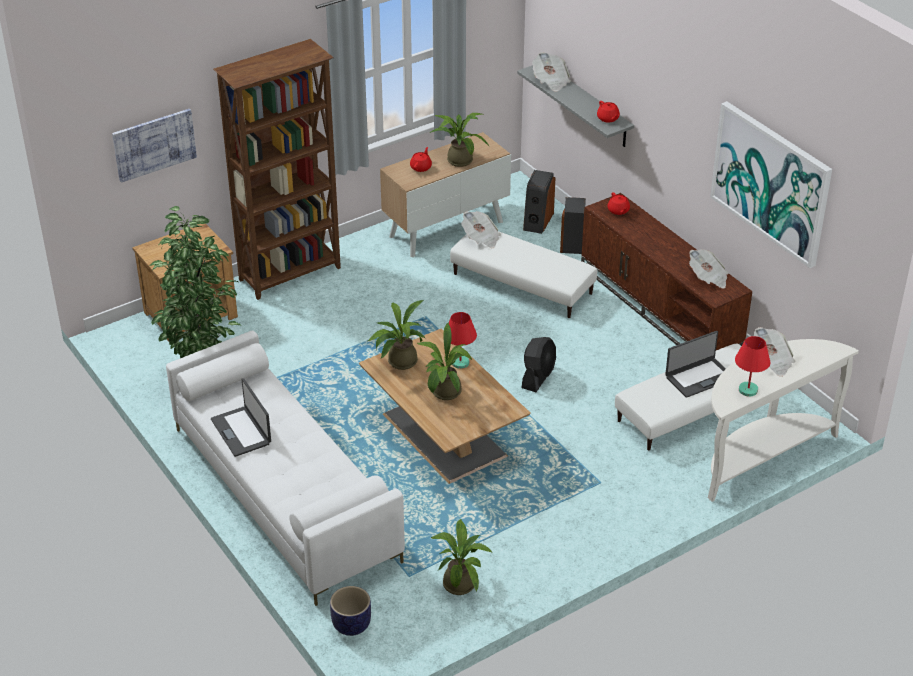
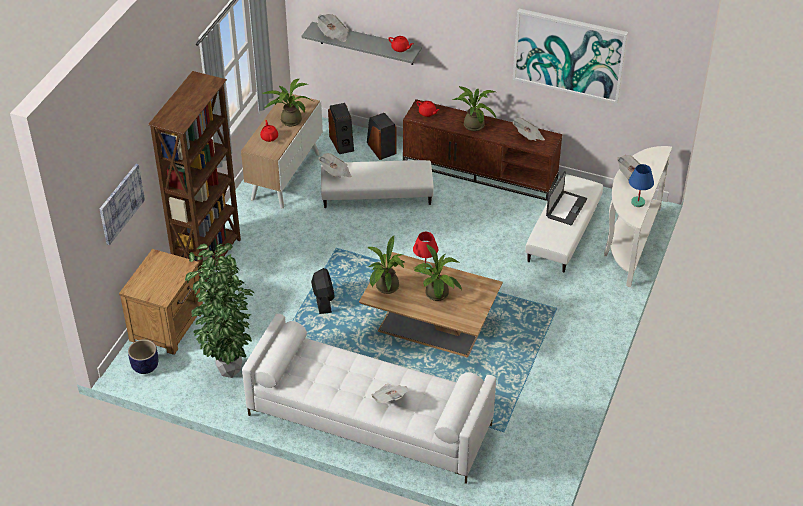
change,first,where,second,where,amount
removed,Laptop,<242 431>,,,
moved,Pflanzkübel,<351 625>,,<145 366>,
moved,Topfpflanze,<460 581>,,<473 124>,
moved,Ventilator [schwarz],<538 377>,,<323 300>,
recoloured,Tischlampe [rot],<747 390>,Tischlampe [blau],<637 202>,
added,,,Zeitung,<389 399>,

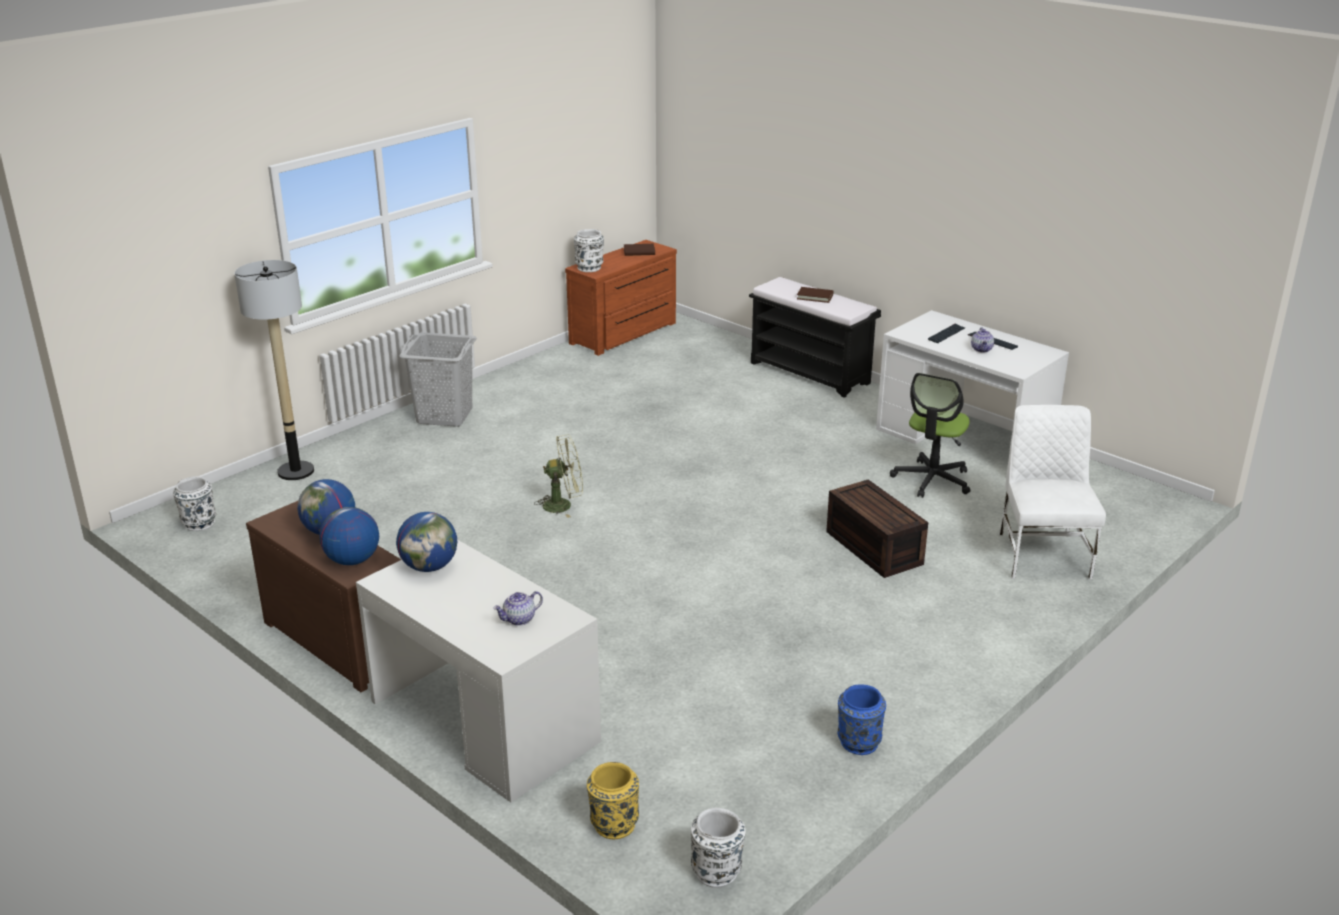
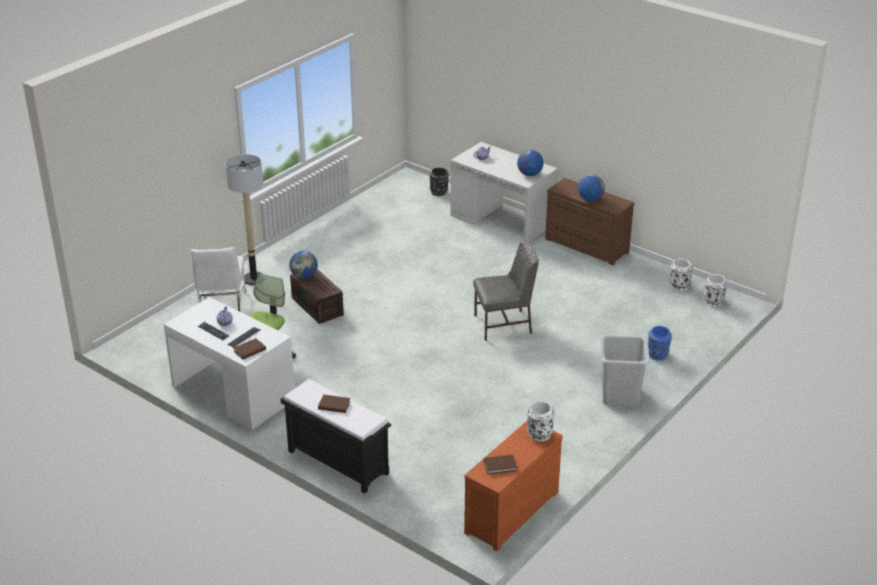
change,first,where,second,where,amount
moved,Stehlampe,<296 471>,,<253 279>,
moved,Globus,<352 560>,,<304 276>,
replaced,Ventilator [grün],<563 505>,Stuhl [grau],<504 325>,
recoloured,Vase [gelb],<613 825>,Vase [schwarz],<439 192>,
moved,Vase [weiß],<717 872>,,<679 285>,
moved,Vase [blau],<858 743>,,<657 355>,
added,,,Buch [braun],<249 350>,

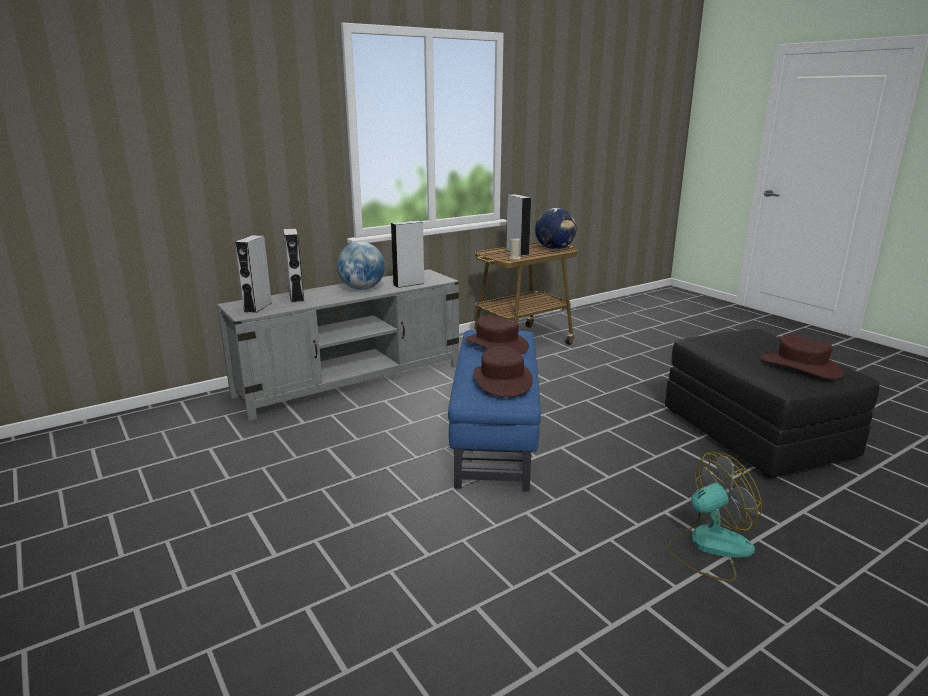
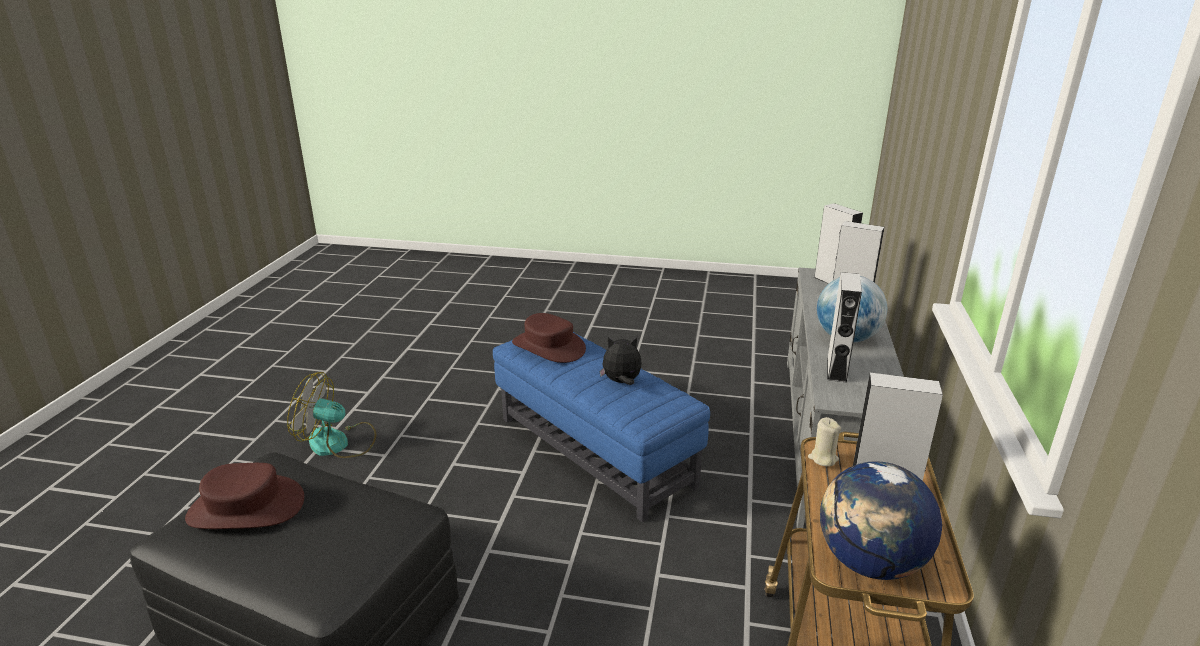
change,first,where,second,where,amount
replaced,Hut [braun],<496 344>,Plüschtier,<621 382>,
turned,Ventilator,<709 547>,,<338 443>,75 degrees clockwise

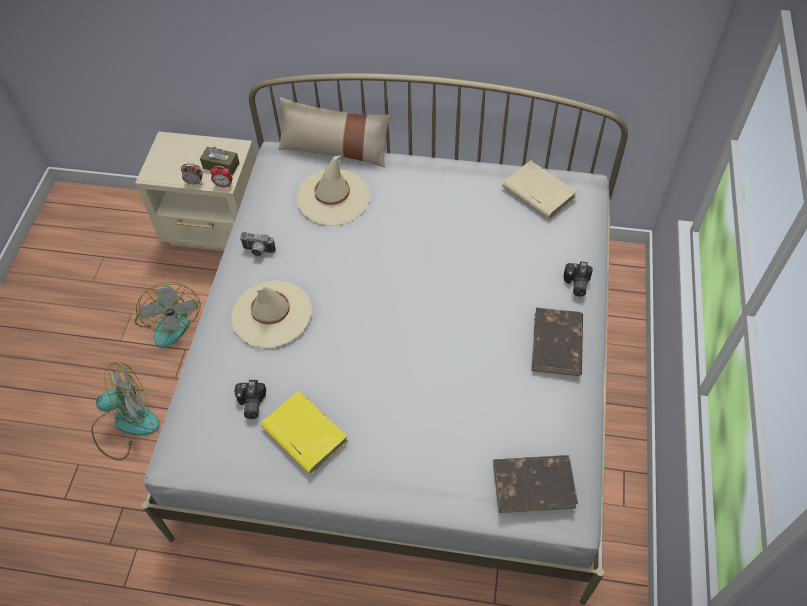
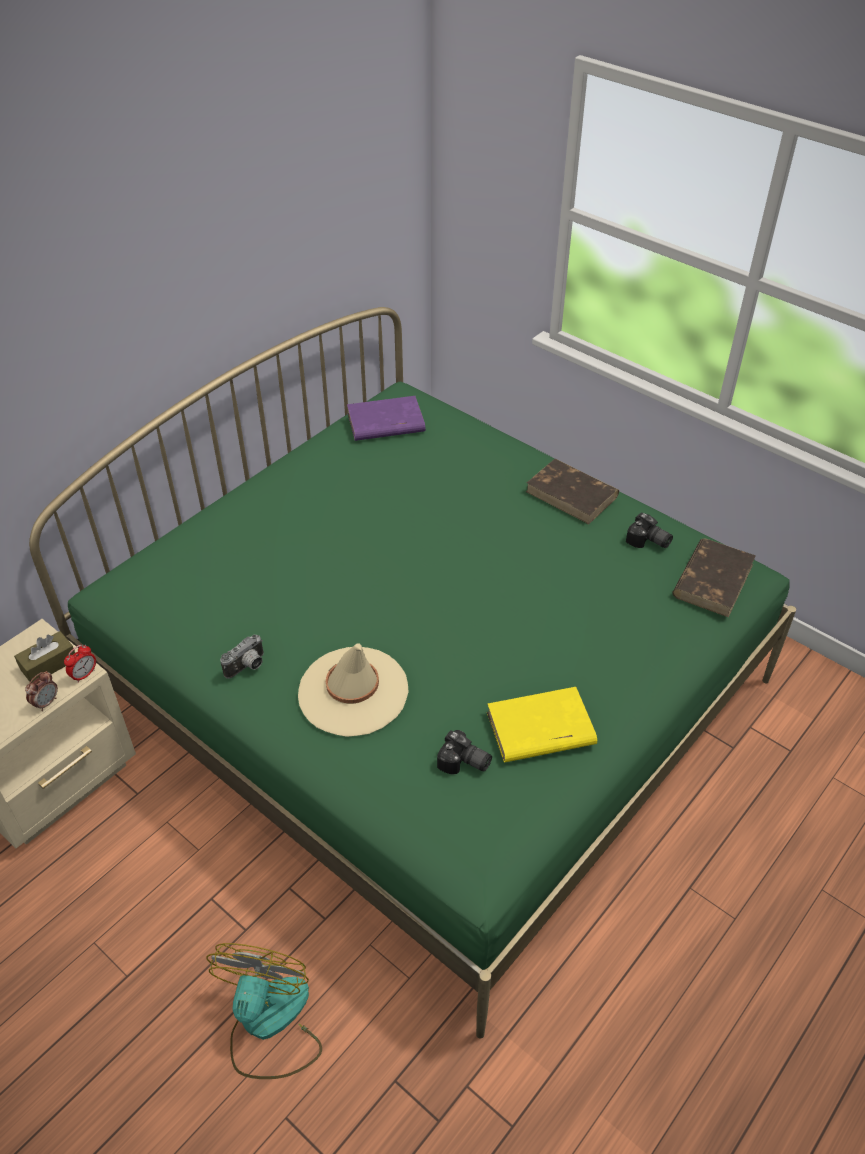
change,first,where,second,where,amount
removed,Ventilator,<170 321>,,,
recoloured,Bett [weiß],<406 376>,Bett [grün],<432 692>,
removed,Kissen [beige],<335 149>,,,
removed,Hut [beige],<333 197>,,,
recoloured,Buch [beige],<538 192>,Buch [lila],<385 423>,
moved,Kamera,<576 284>,,<648 542>,

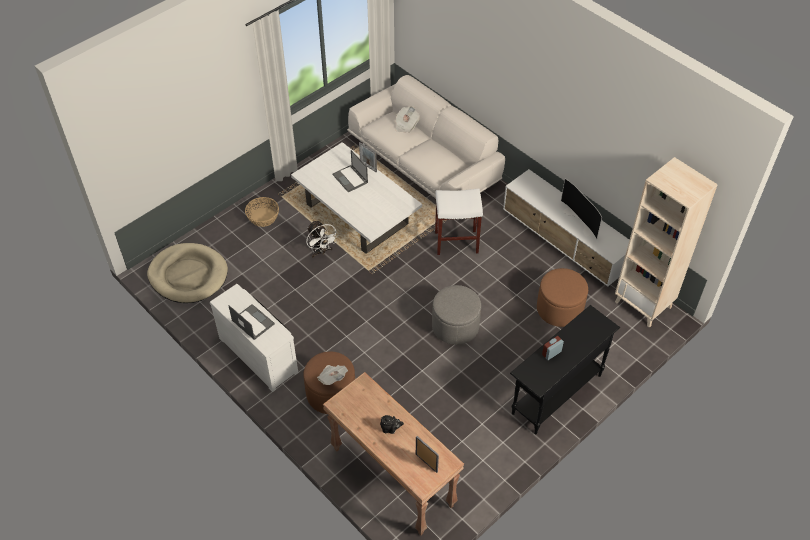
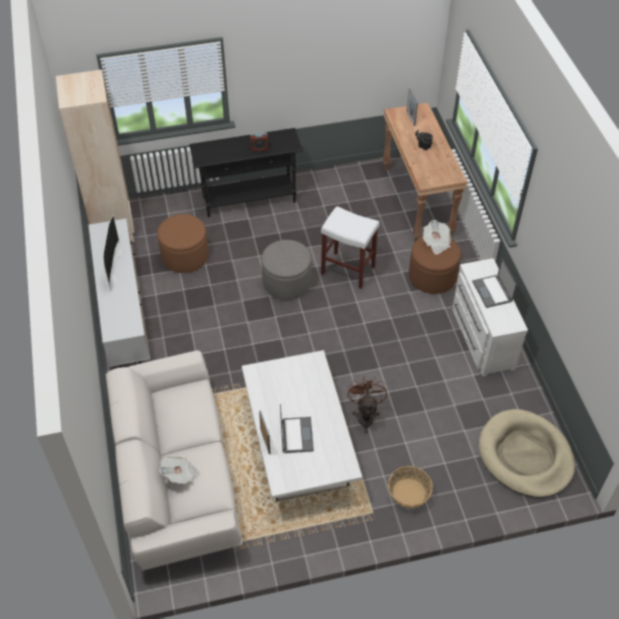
change,first,where,second,where,amount
recoloured,Ventilator [weiß],<321 252>,Ventilator [braun],<365 415>,
moved,Hocker [weiß],<455 242>,,<349 270>,

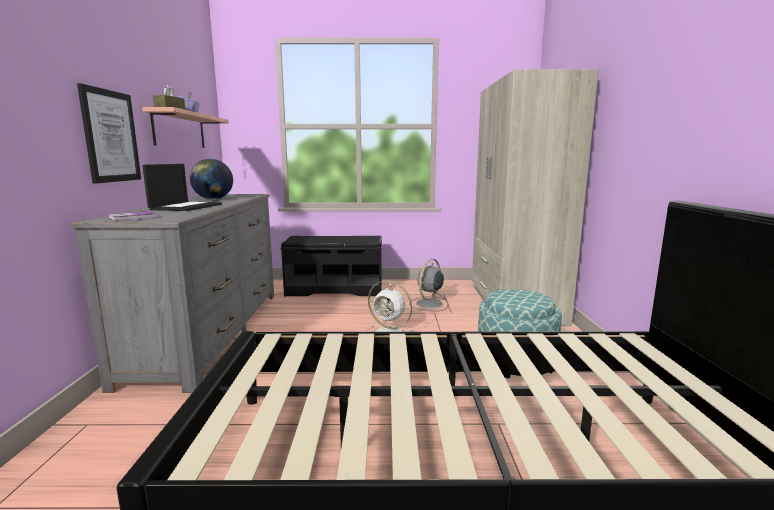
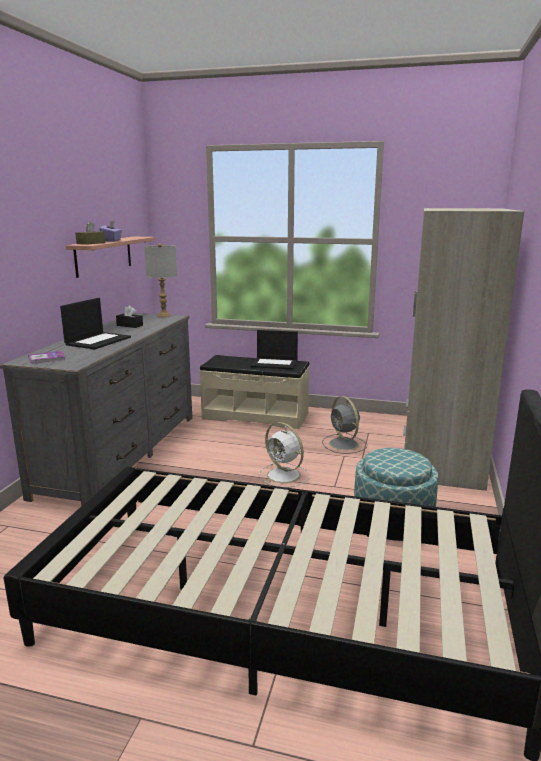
change,first,where,second,where,amount
removed,Bild,<110 136>,,,
replaced,Globus,<213 199>,Taschentuchbox [schwarz],<129 325>,
recoloured,Bank [schwarz],<335 289>,Bank [beige],<255 415>,
turned,Ventilator [grau],<429 304>,,<344 444>,75 degrees counterclockwise
added,,,Tischlampe [grau],<164 315>,
added,,,Laptop,<275 363>,

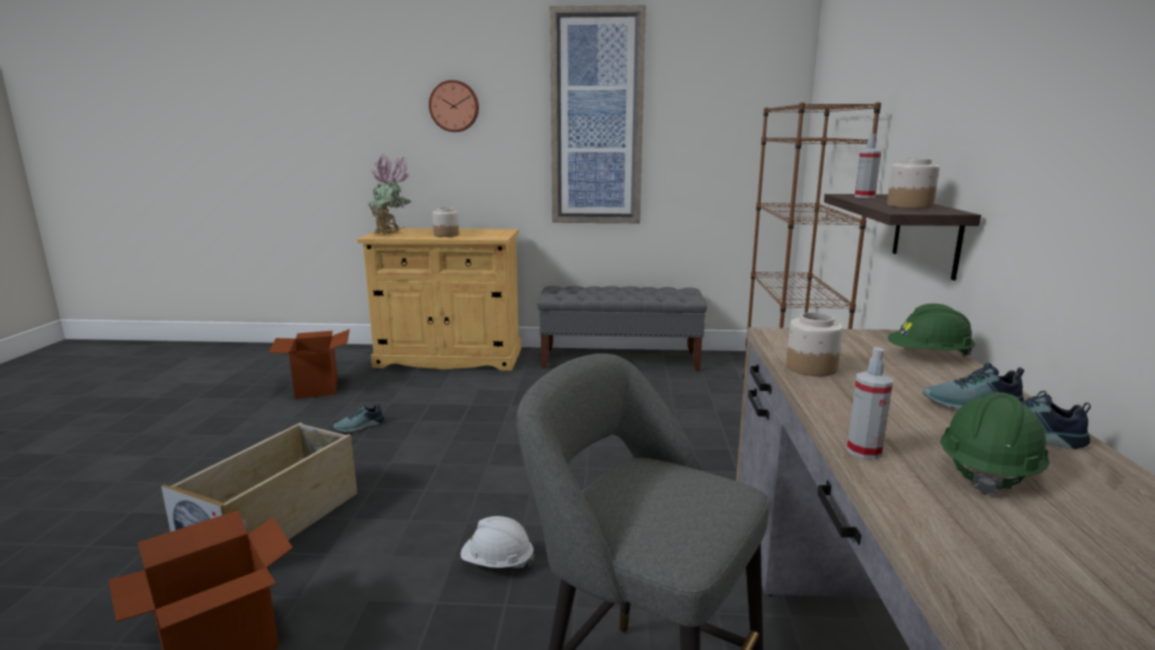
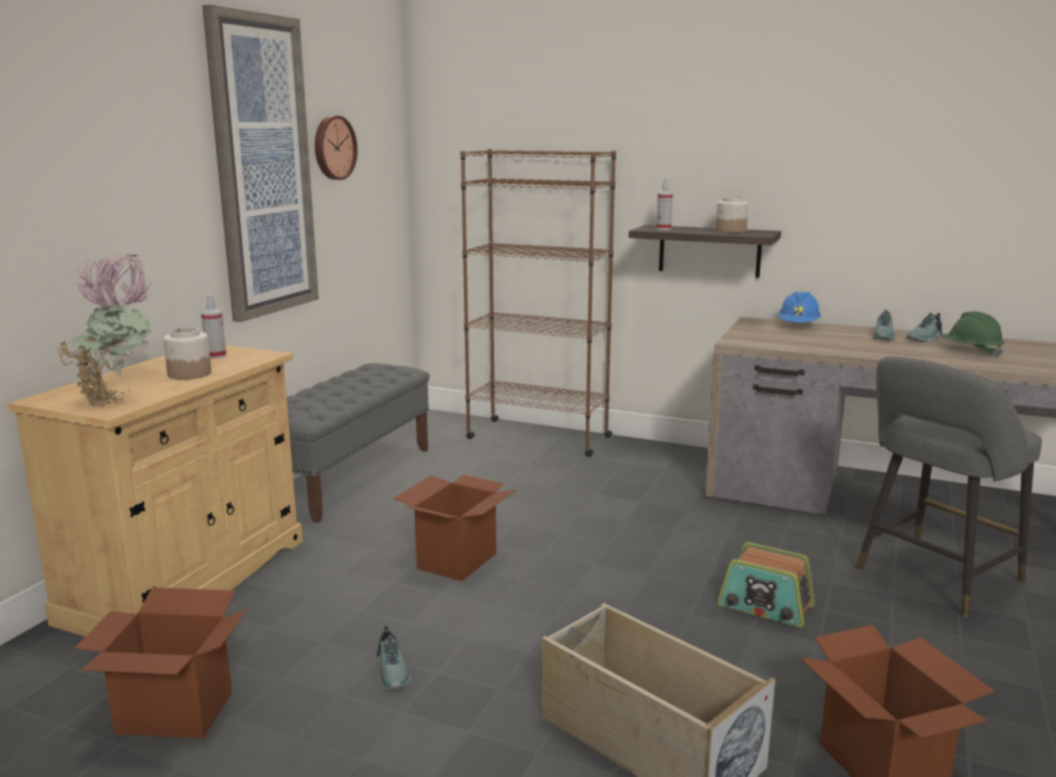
change,first,where,second,where,amount
moved,Wanduhr,<454 106>,,<333 147>,
replaced,Schutzhelm [weiß],<497 563>,Radio,<765 606>,
removed,Vorratsglas,<810 367>,,,
moved,Sprühflasche,<864 451>,,<216 356>,
recoloured,Schutzhelm [grün],<928 356>,Schutzhelm [blau],<798 326>,
added,,,Karton,<457 561>,

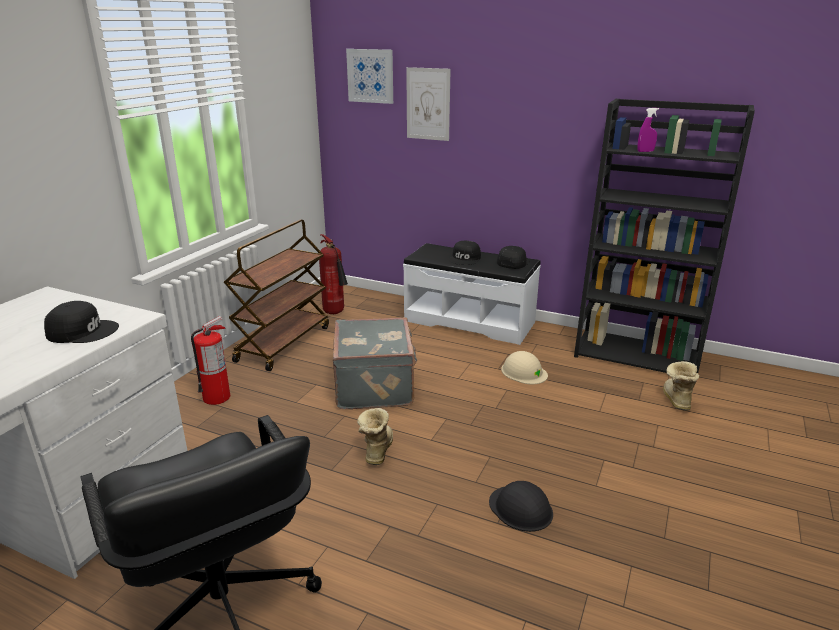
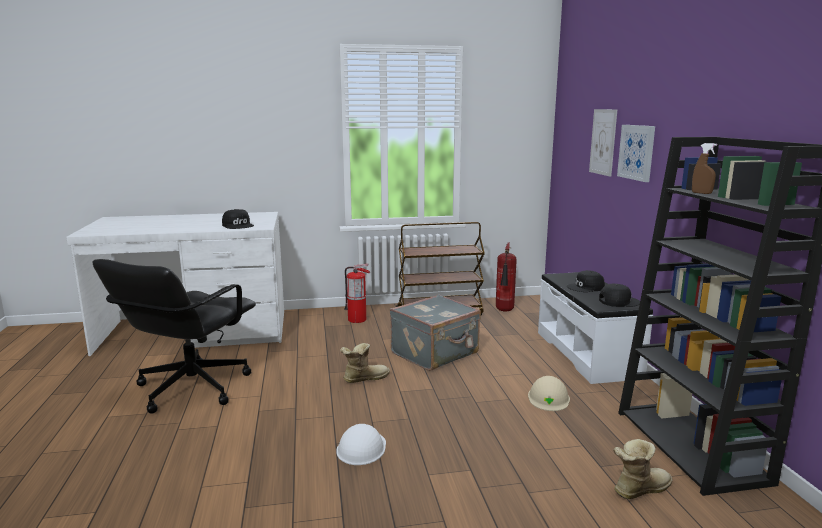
change,first,where,second,where,amount
moved,Bild,<370 76>,,<636 152>,
recoloured,Schutzhelm [schwarz],<521 508>,Schutzhelm [weiß],<361 448>,
recoloured,Sprühflasche [lila],<645 151>,Sprühflasche [braun],<701 193>,

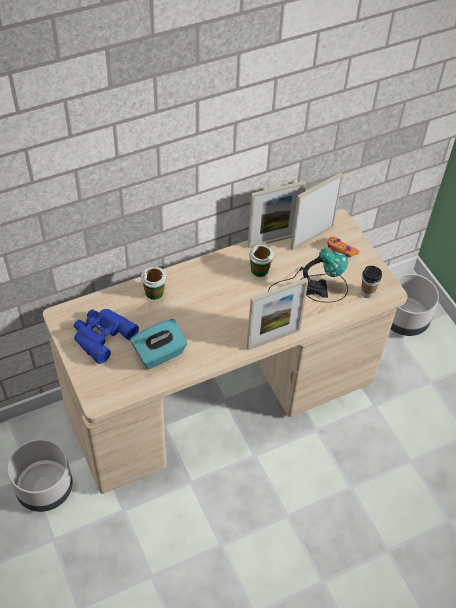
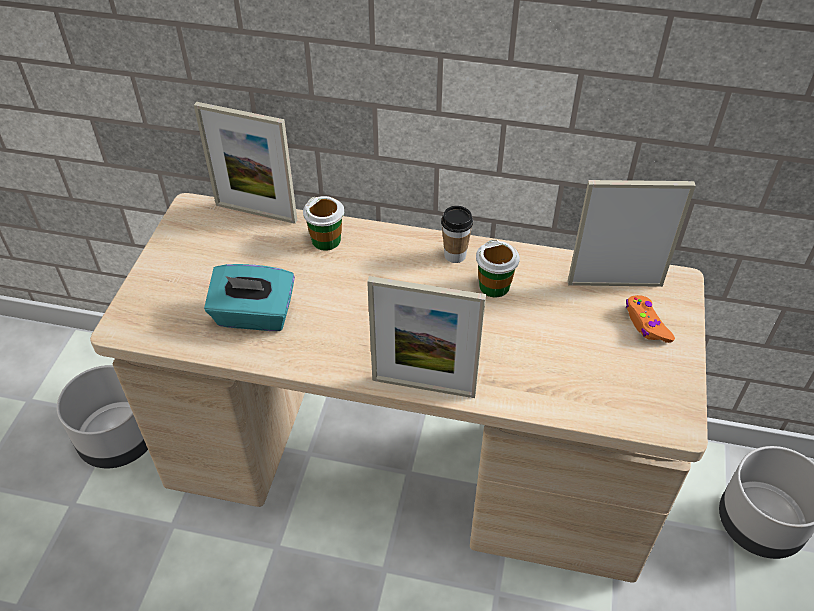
change,first,where,second,where,amount
removed,Fernglas [blau],<101 335>,,,
moved,Bilderrahmen,<273 240>,,<256 212>,
removed,Tischlampe,<310 287>,,,
moved,Tasse,<367 293>,,<455 255>,

